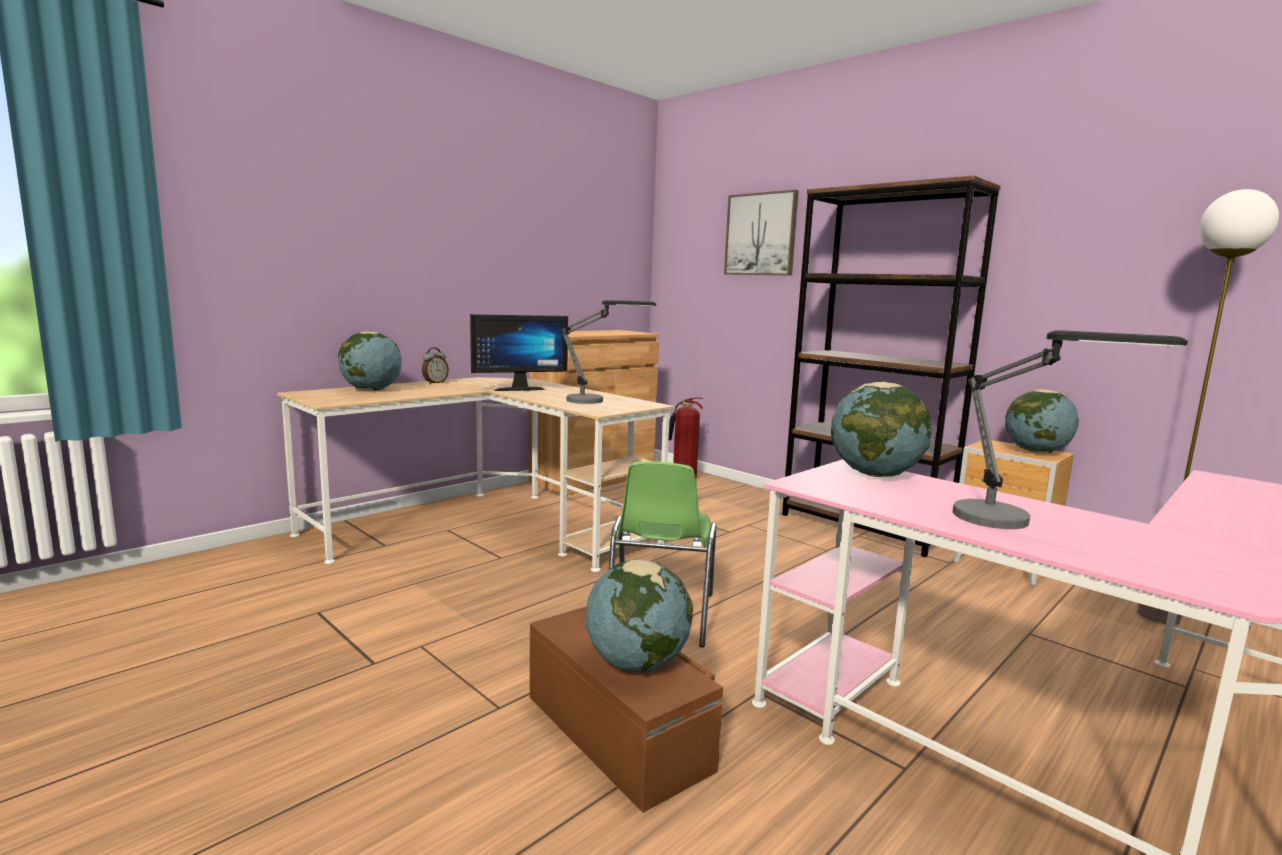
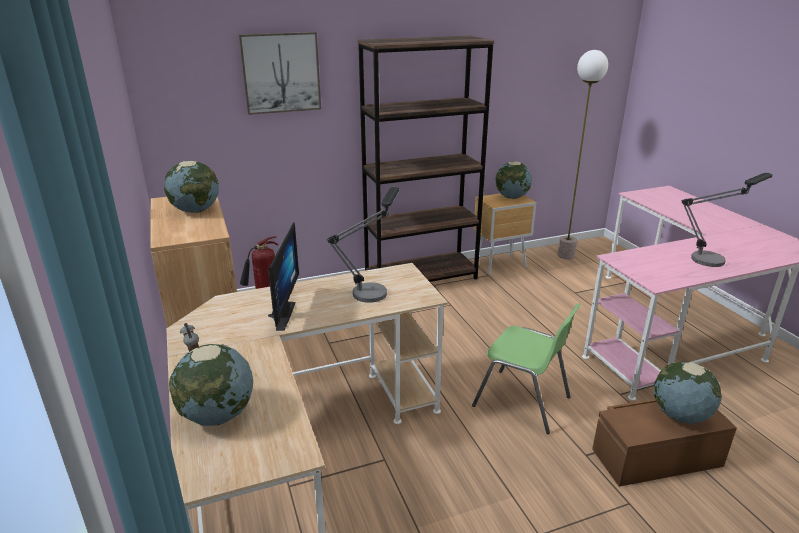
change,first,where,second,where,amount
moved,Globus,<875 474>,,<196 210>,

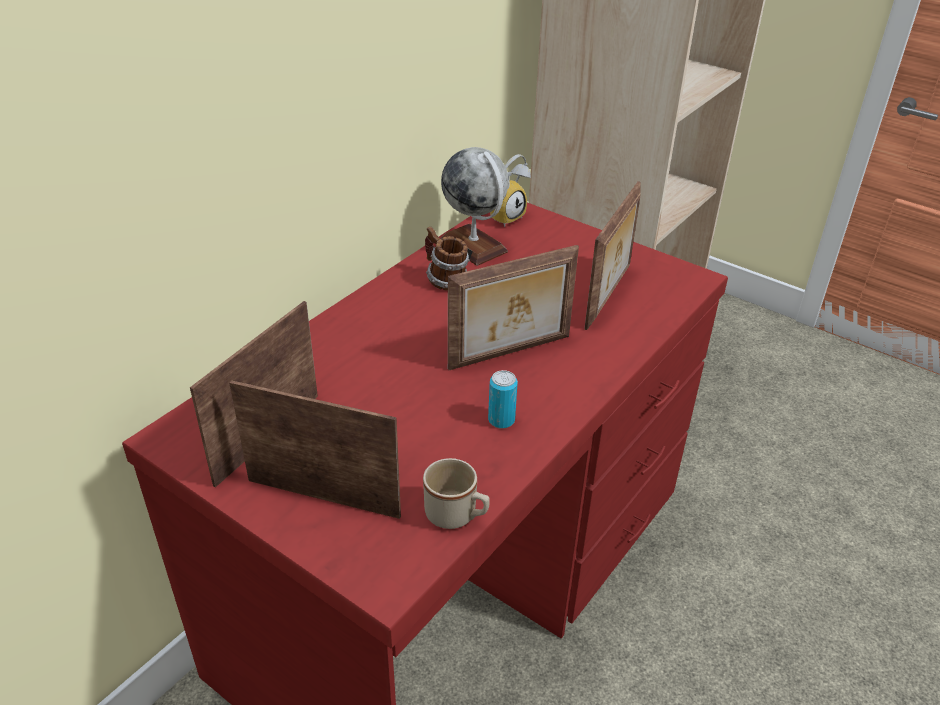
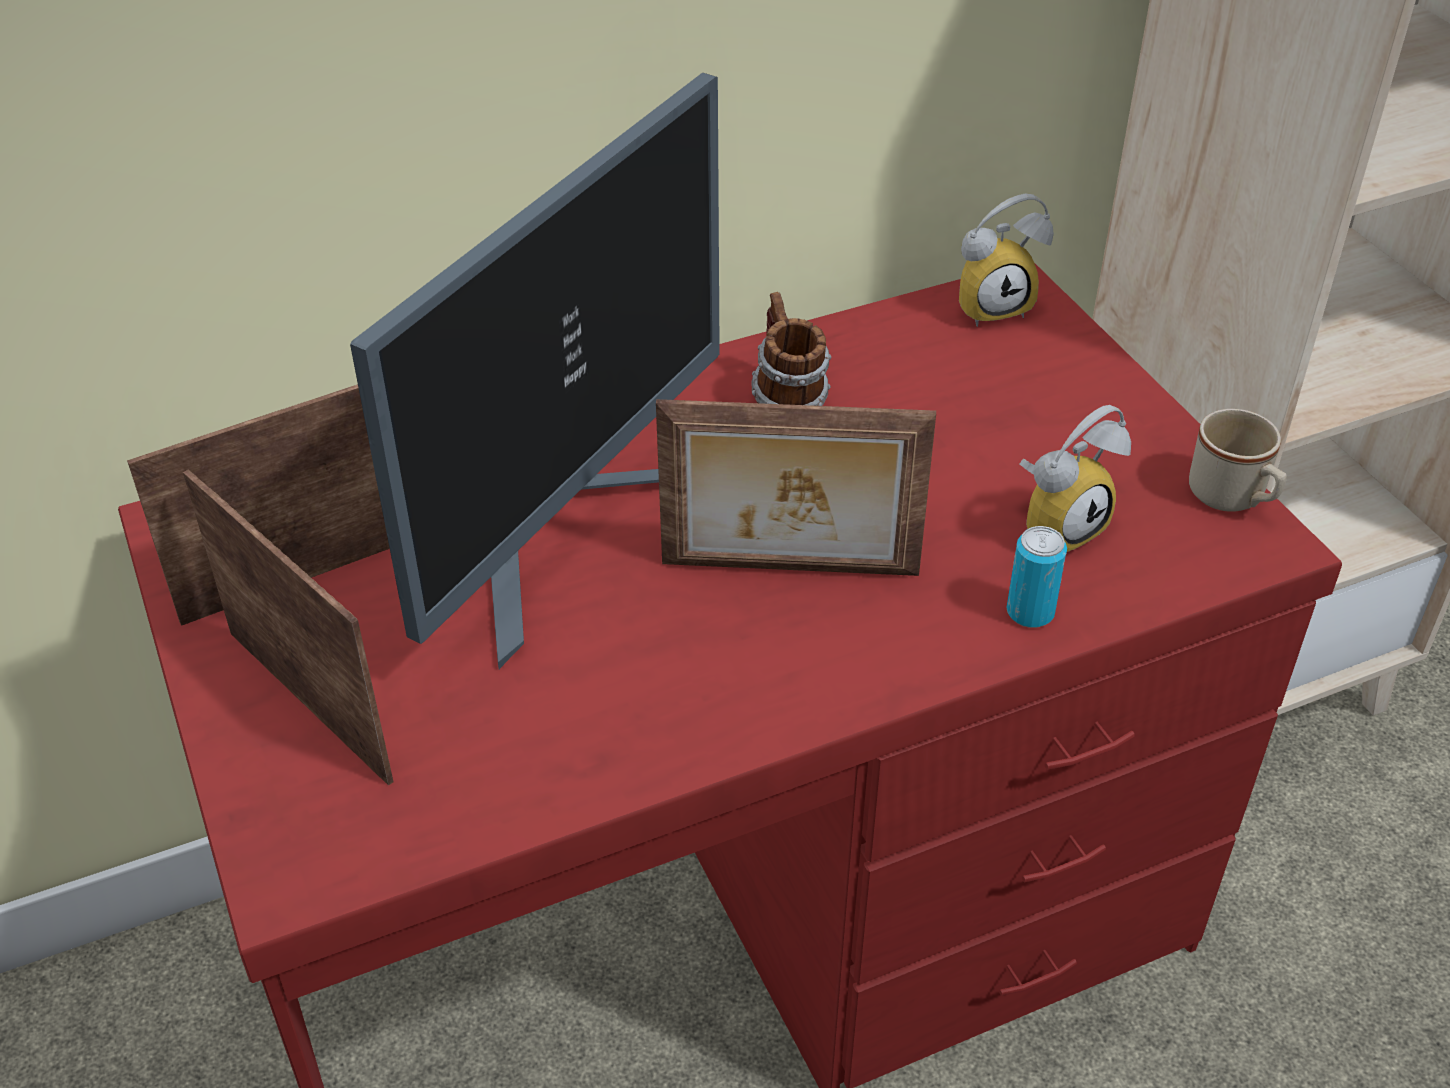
change,first,where,second,where,amount
moved,Henkelbecher [beige],<457 516>,,<1233 498>,
removed,Globus,<473 246>,,,
moved,Dose,<501 420>,,<1030 612>,
replaced,Bilderrahmen,<609 297>,Wecker,<1058 525>,
added,,,Monitor,<567 529>,

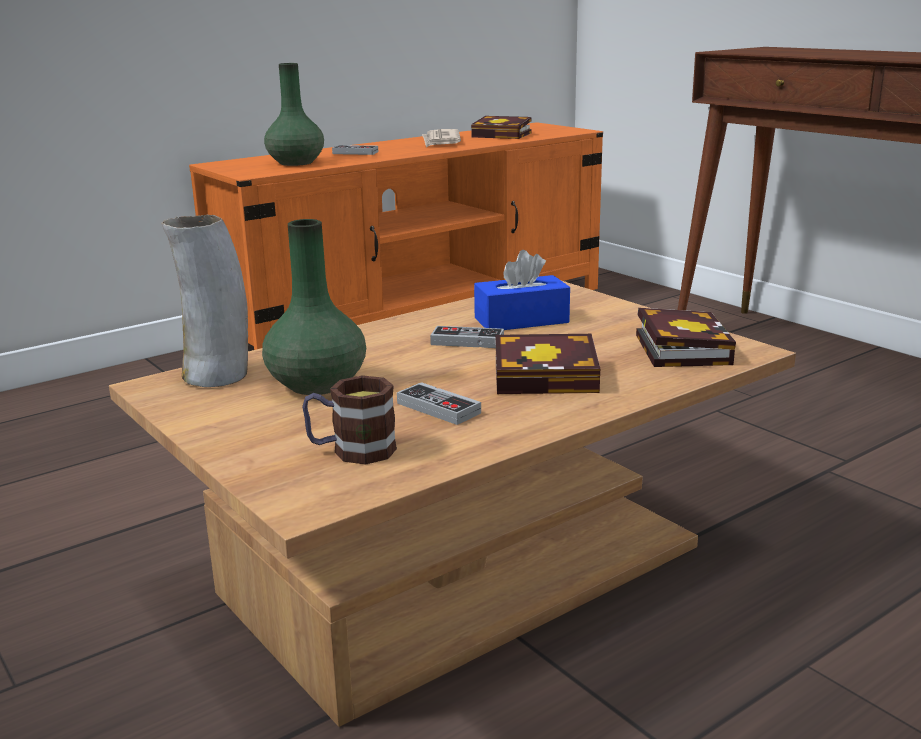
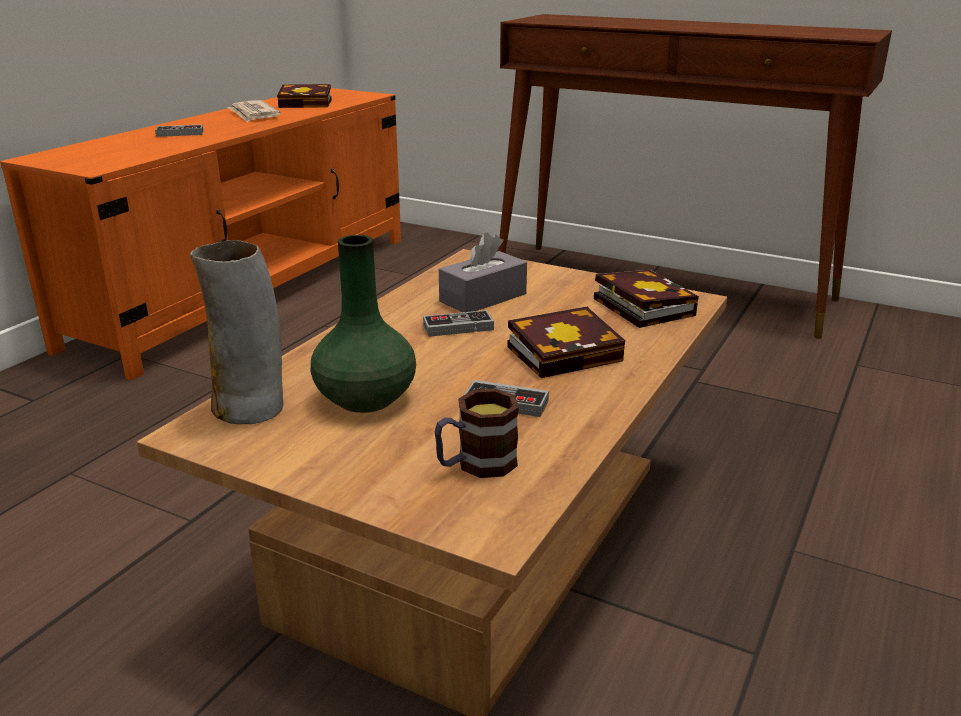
change,first,where,second,where,amount
removed,Vase [grün],<295 163>,,,
recoloured,Taschentuchbox [blau],<521 320>,Taschentuchbox [grau],<483 298>,

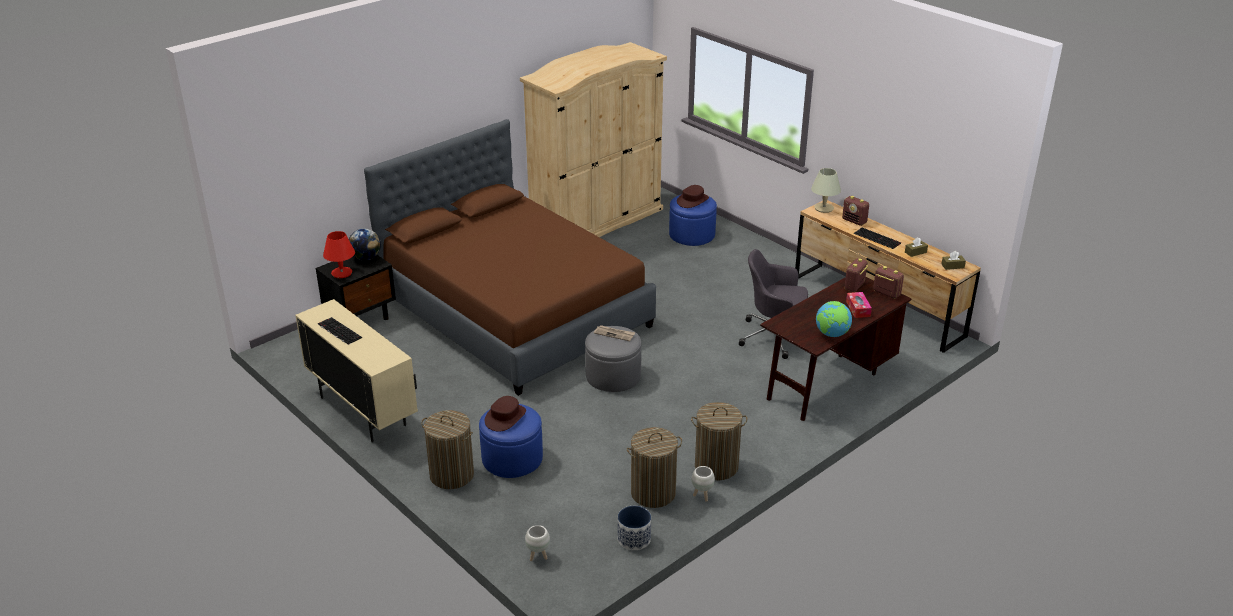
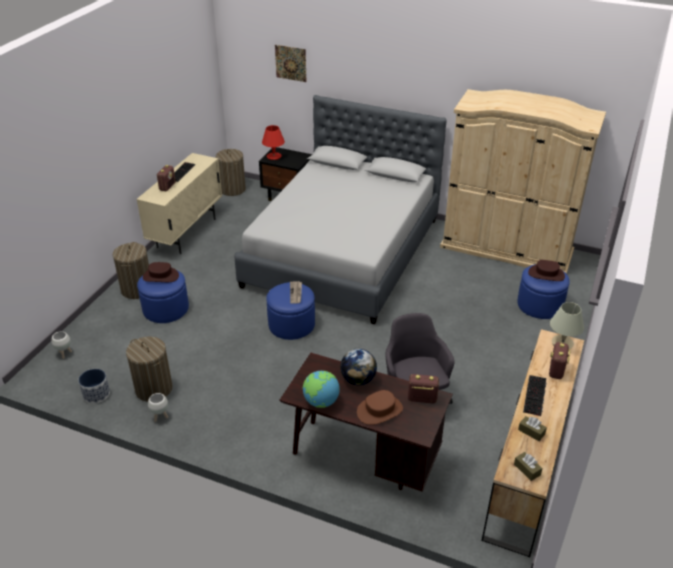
change,first,where,second,where,amount
moved,Globus,<366 258>,,<358 380>,
recoloured,Bett [braun],<514 311>,Bett [grau],<343 252>,
recoloured,Polsterhocker [grau],<613 376>,Polsterhocker [blau],<291 324>,
moved,Wäschekorb,<716 466>,,<232 189>,
replaced,Taschentuchbox,<858 309>,Hut [braun],<379 410>,
moved,Radio,<886 293>,,<167 186>,
added,,,Bild,<290 63>,

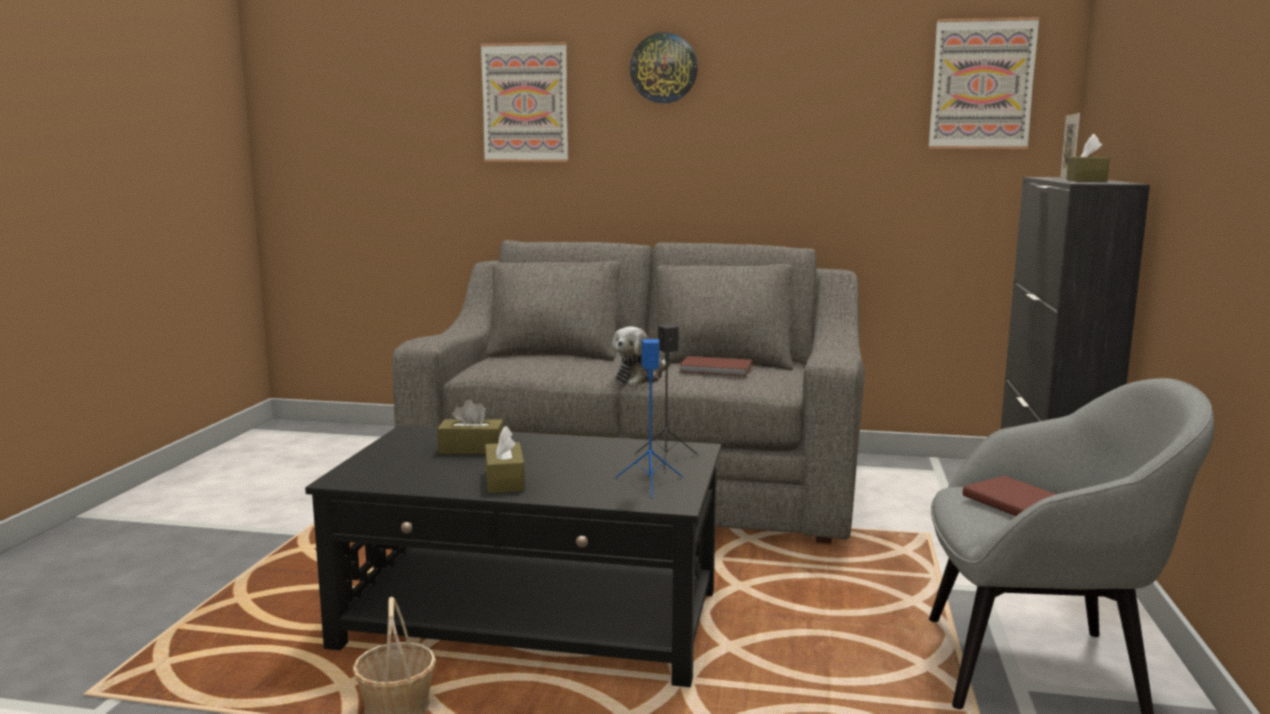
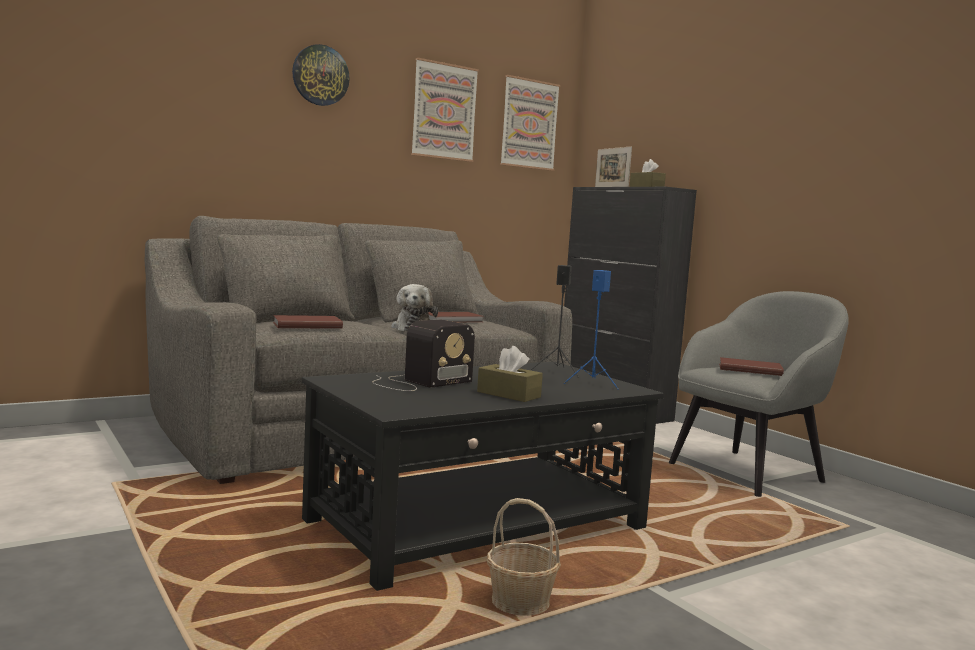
change,first,where,second,where,amount
replaced,Taschentuchbox [braun],<471 449>,Radio,<419 382>,
moved,Bild,<525 103>,,<444 111>,
added,,,Buch [braun],<306 325>,

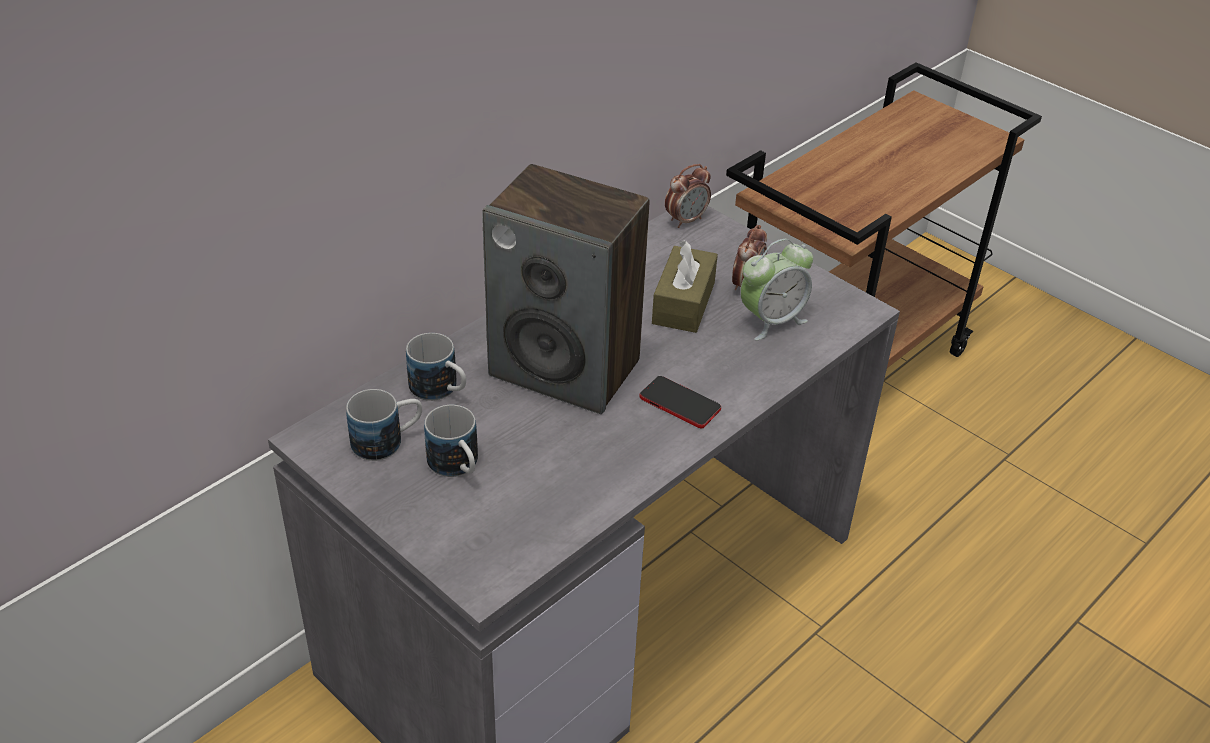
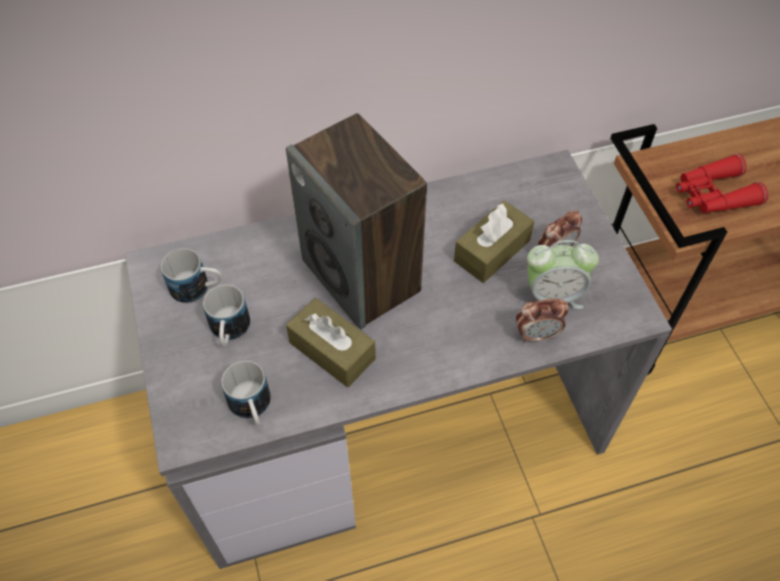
change,first,where,second,where,amount
moved,Henkelbecher,<441 390>,,<252 408>,
removed,Handy,<680 403>,,,
moved,Wecker,<686 220>,,<537 334>,
added,,,Taschentuchbox [braun],<332 350>,
added,,,Fernglas [rot],<713 195>,

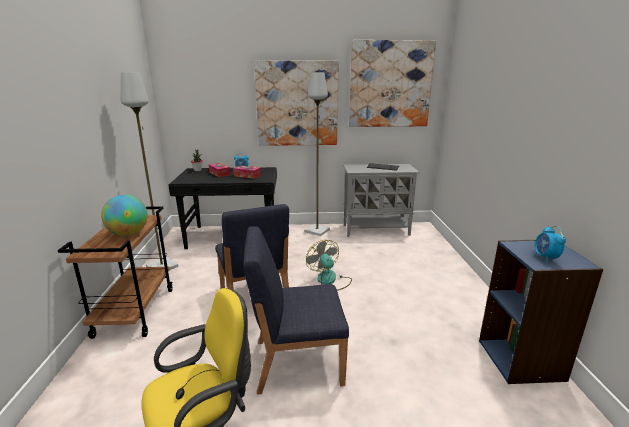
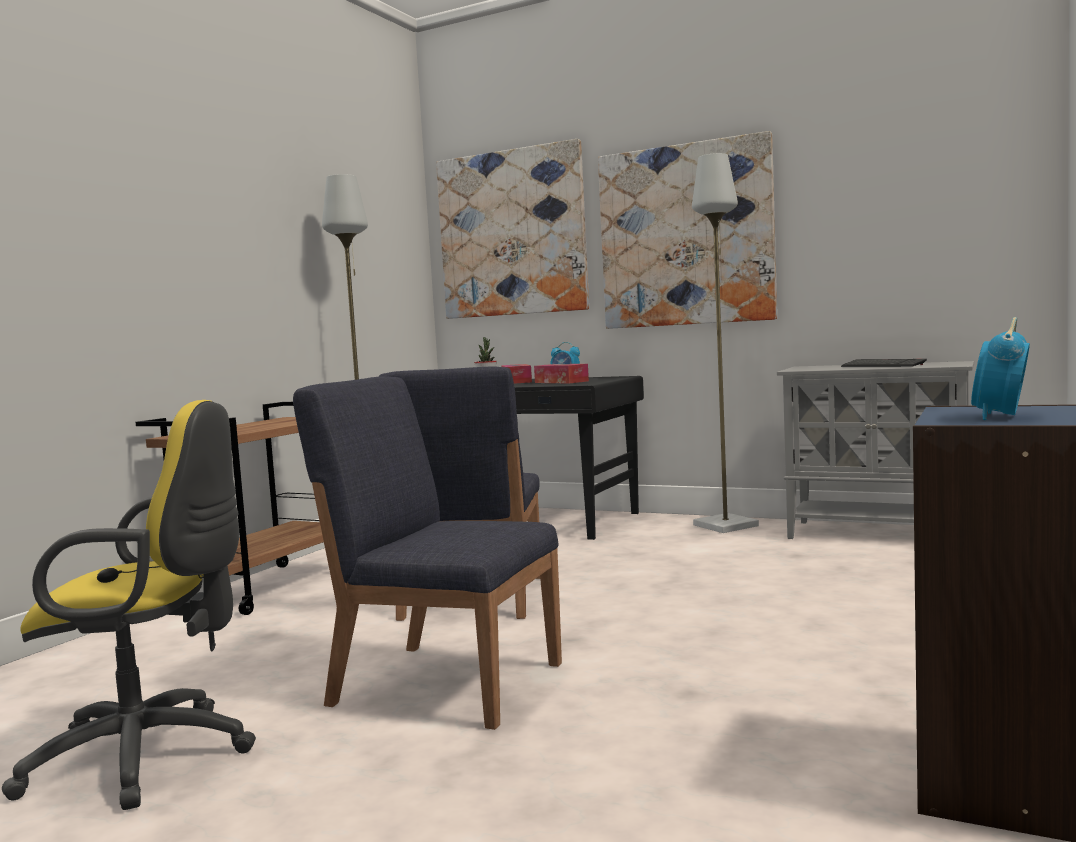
change,first,where,second,where,amount
removed,Globus,<128 234>,,,
removed,Ventilator,<330 281>,,,
moved,Bild,<390 84>,,<512 233>,

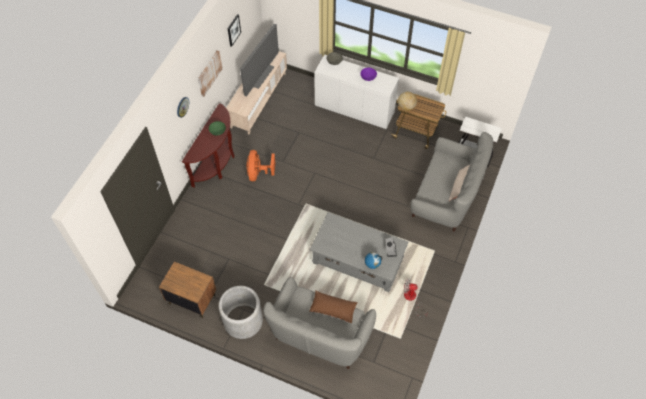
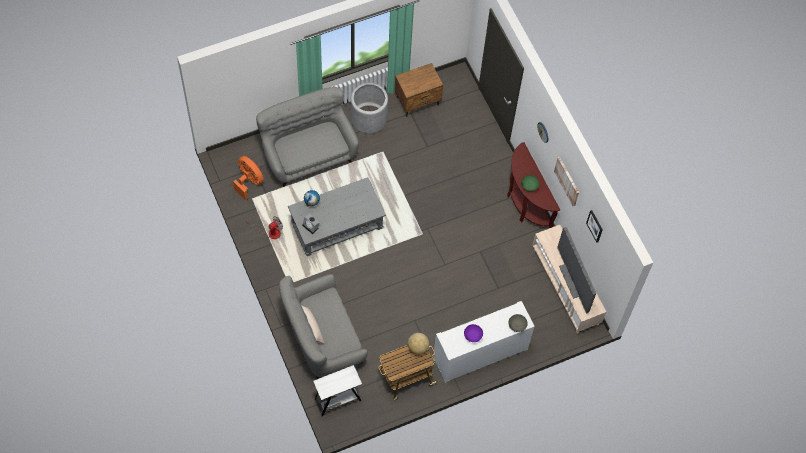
change,first,where,second,where,amount
moved,Ventilator [orange],<258 173>,,<249 181>,
removed,Kissen [braun],<333 308>,,,

